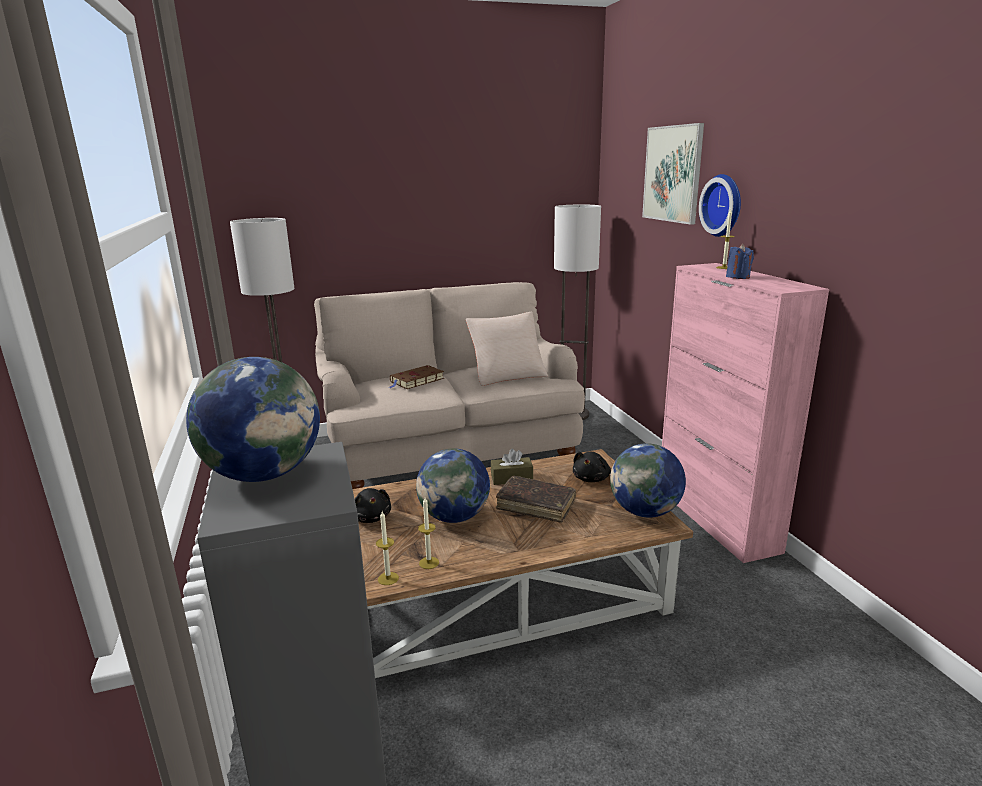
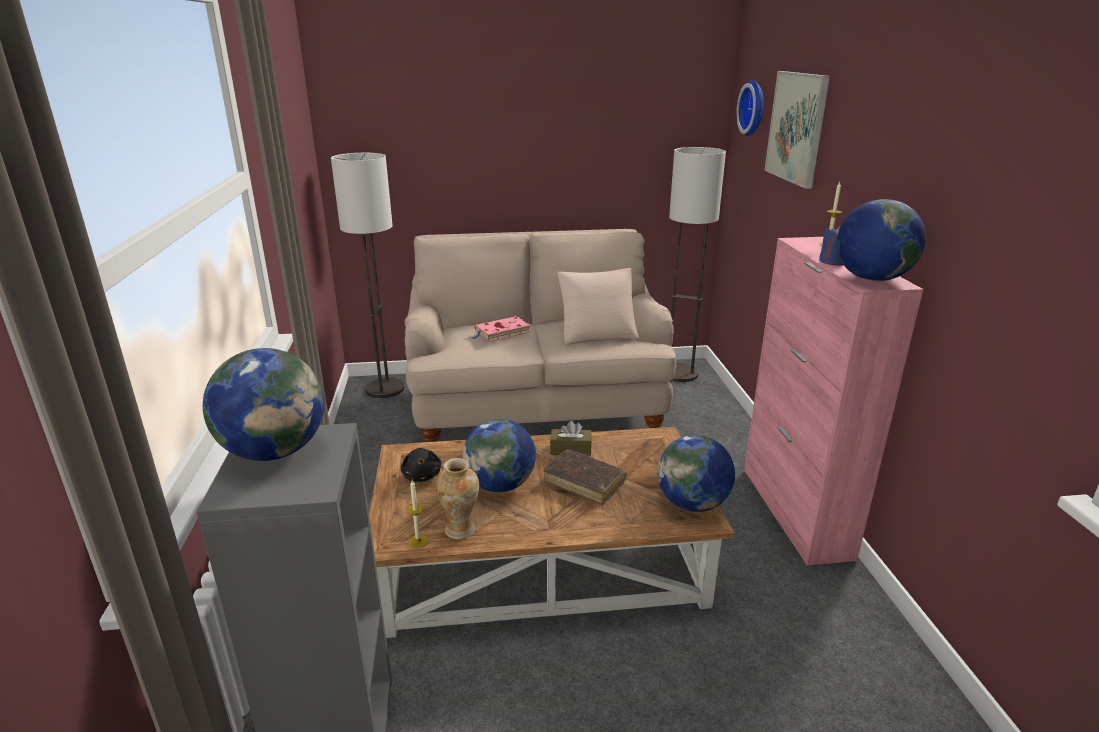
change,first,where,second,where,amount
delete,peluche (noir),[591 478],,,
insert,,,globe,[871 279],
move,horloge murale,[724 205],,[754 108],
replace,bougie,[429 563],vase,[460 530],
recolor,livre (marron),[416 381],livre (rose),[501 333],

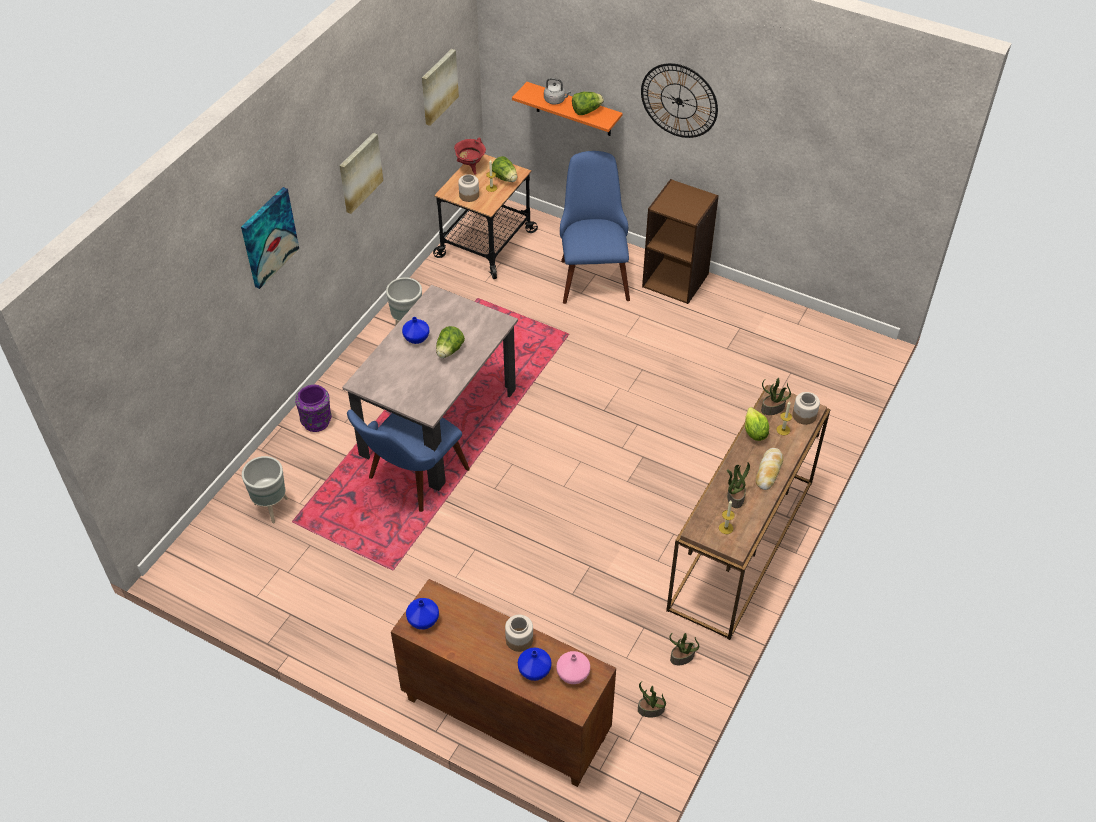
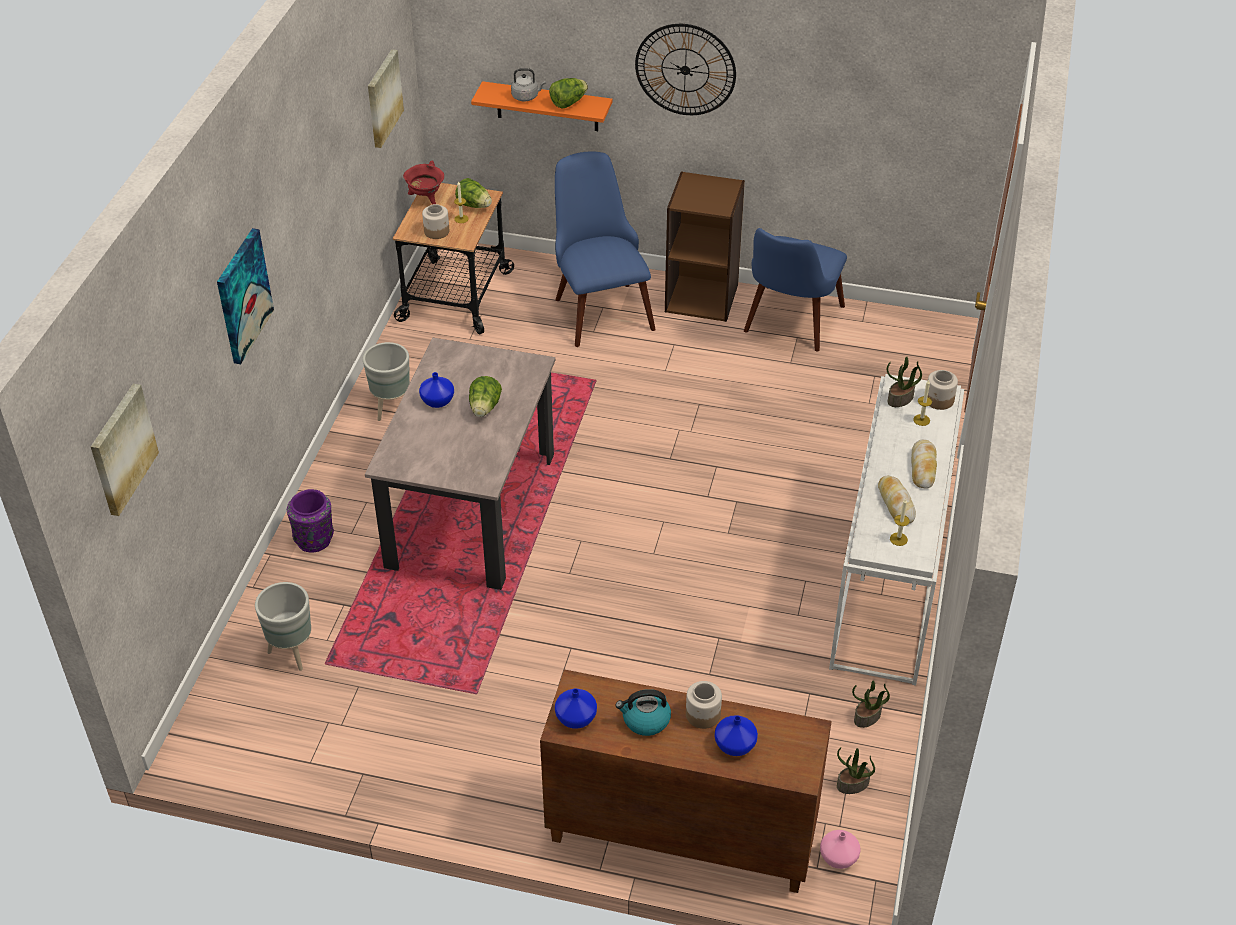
change,first,where,second,where,amount
delete,laitue,[754 432],,,
insert,,,bouilloire,[645 720],
move,tableau,[359 172],,[121 449],
move,chaise (bleu),[410 481],,[789 326],
move,vase (rose),[573 674],,[839 858],
replace,plante en pot,[735 497],pain,[895 503],
recolor,table console (marron),[742 546],table console (blanc),[891 578],

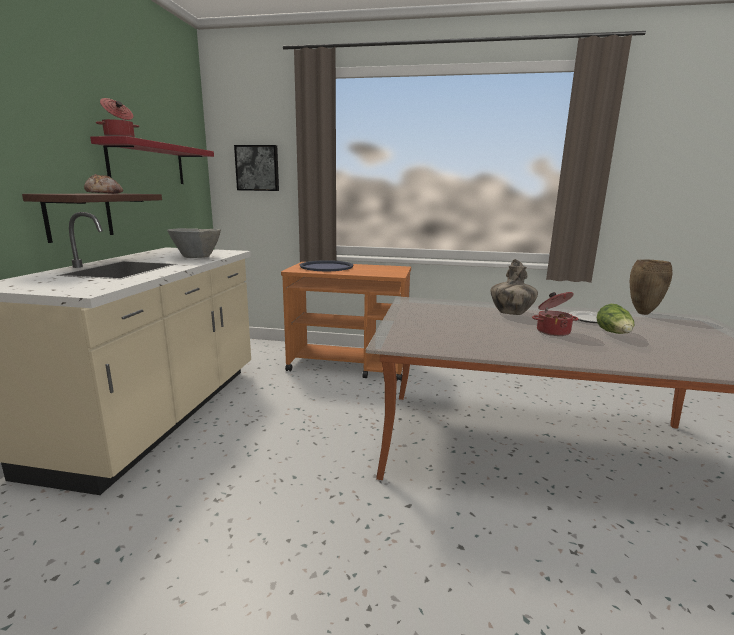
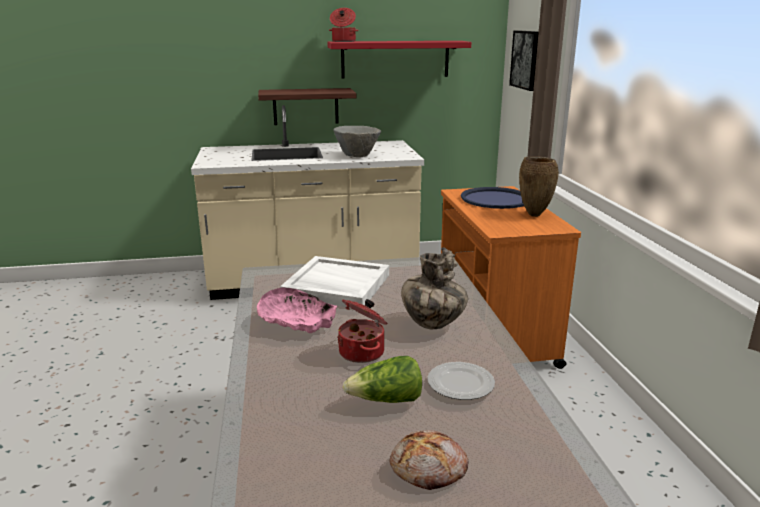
change,first,where,second,where,amount
insert,,,bol (rose),[296 322],
insert,,,plateau (blanc),[336 286],
move,pain,[105 193],,[429 469],
move,vase (marron),[642 313],,[535 215],

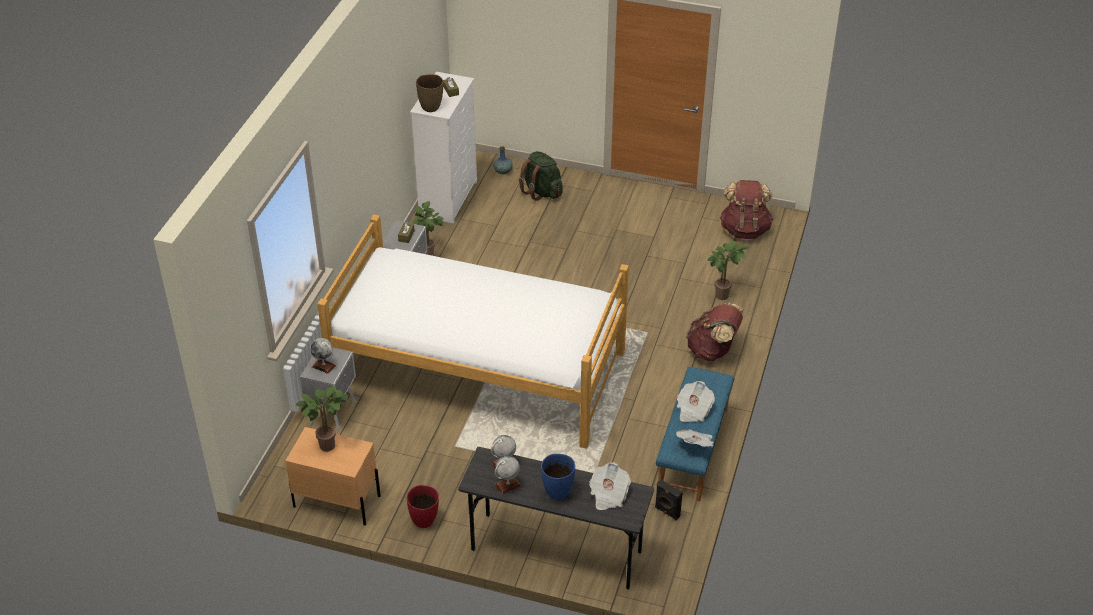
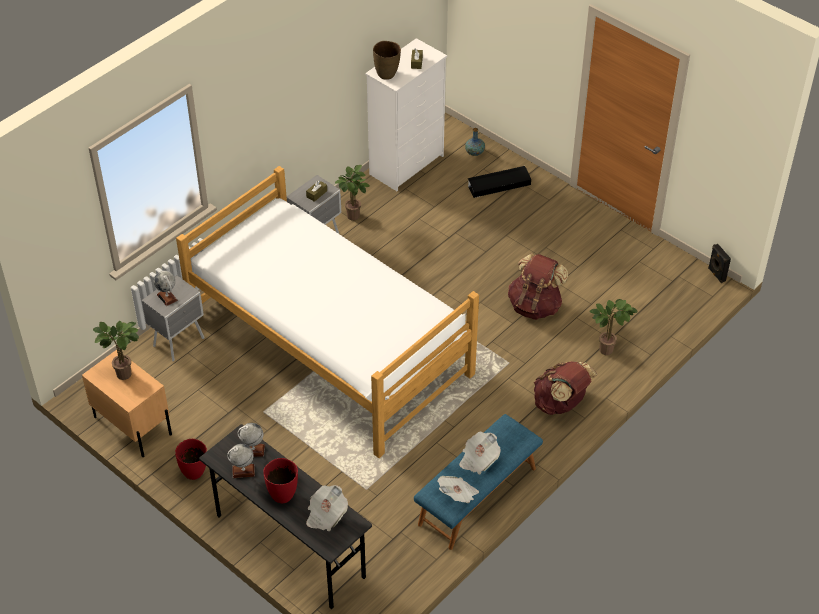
change,first,where,second,where,amount
move,enceinte (noir),[667 512],,[716 274],
move,sac à dos (marron),[744 229],,[535 306],
replace,sac à dos (vert),[541 192],boîte de rangement (noir),[498 185],
recolor,vase (bleu),[557 492],vase (rouge),[282 494],

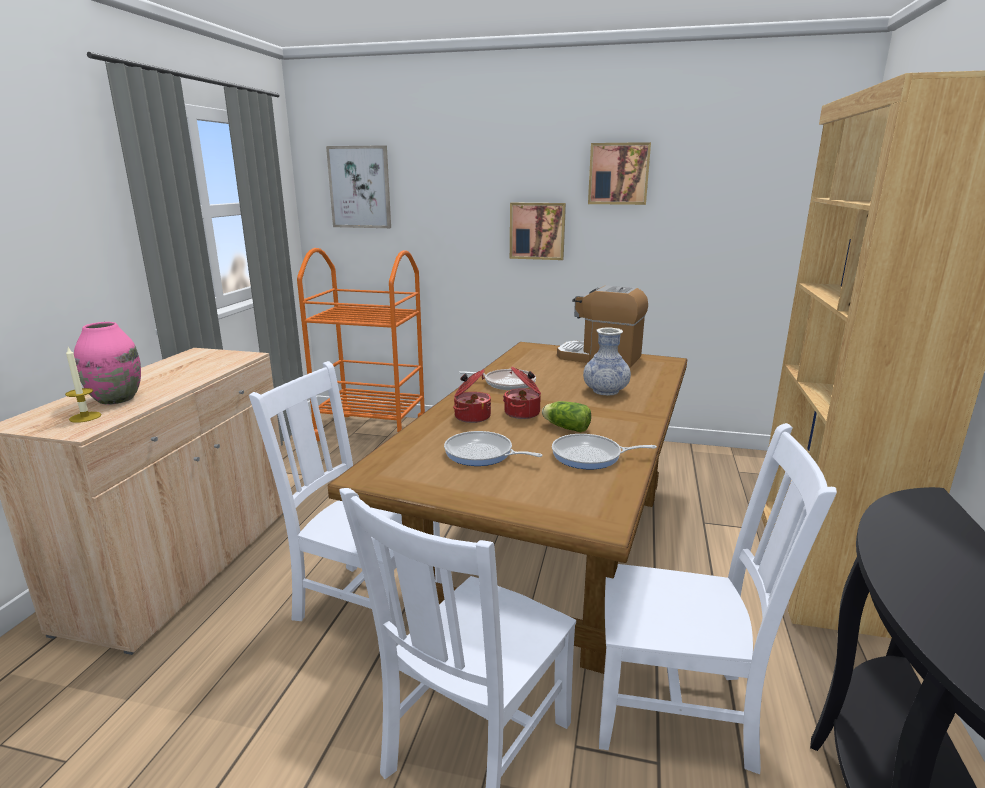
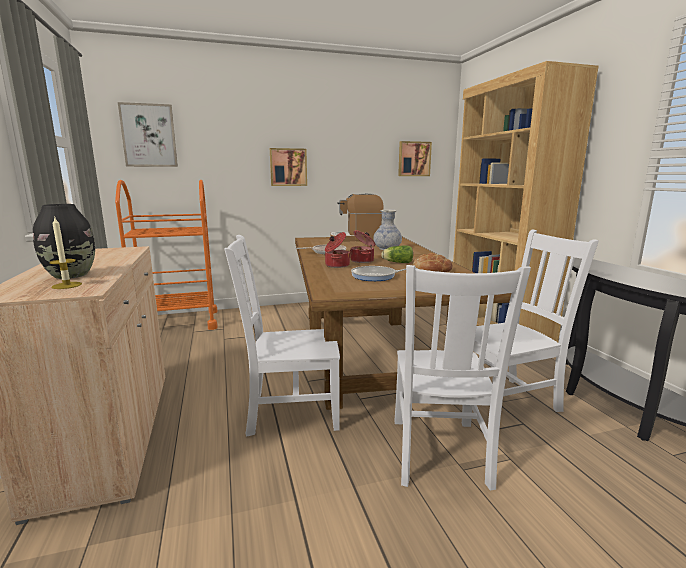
change,first,where,second,where,amount
move,tableau,[618 174],,[414 159],
replace,poêle,[590 456],pain,[432 269],
recolor,vase (rose),[116 399],vase (noir),[71 275],

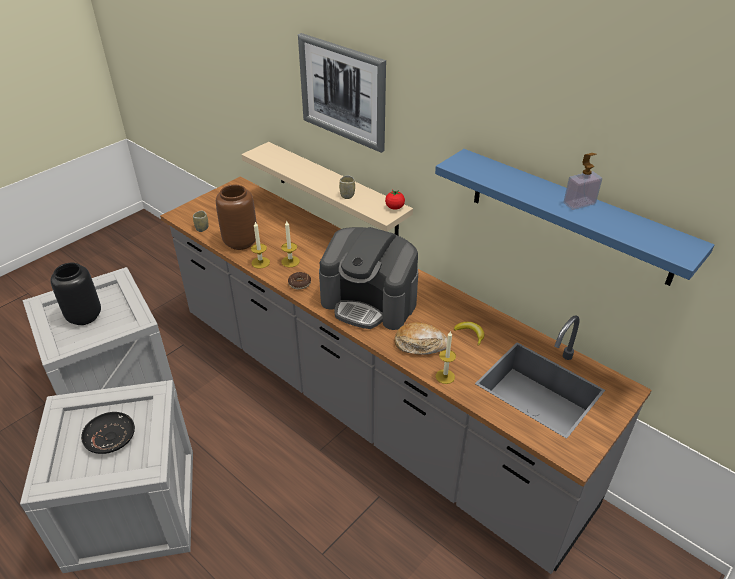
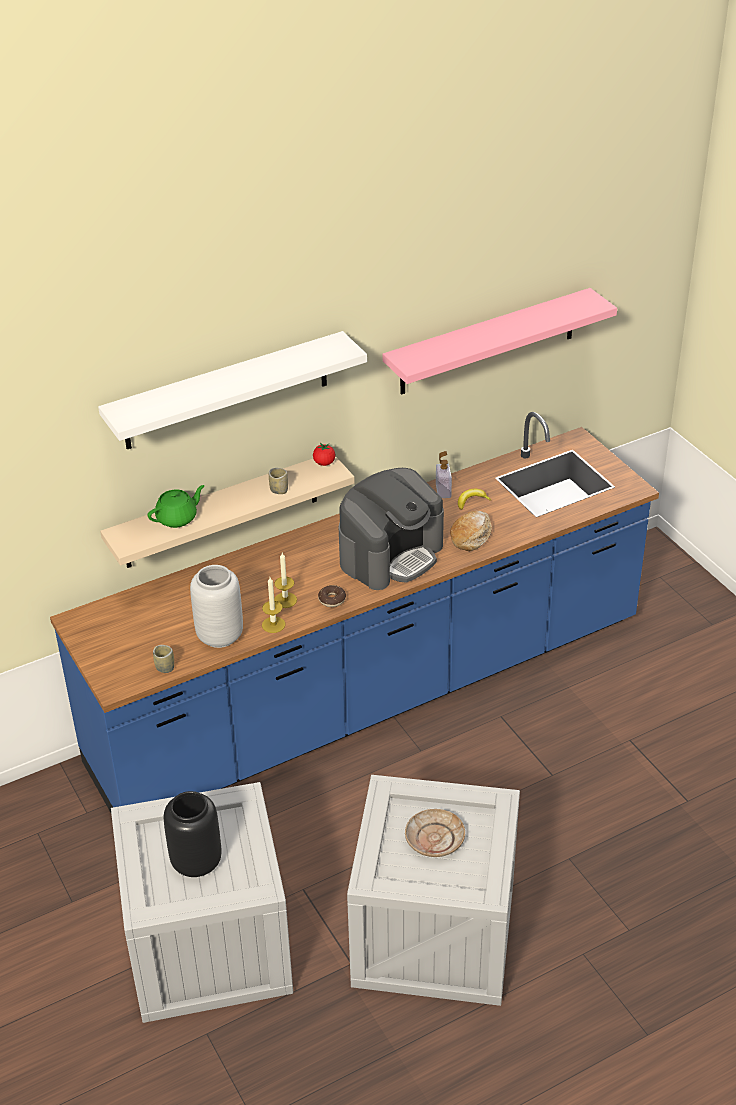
change,first,where,second,where,amount
delete,bougie,[445 376],,,
insert,,,théière (vert),[177 518],
move,distributeur de savon,[579 203],,[443 491],
replace,tableau,[343 92],étagère (blanc),[226 391],
recolor,assiette (noir),[110 437],assiette (beige),[434 839],
recolor,comptoir de cuisine (gris),[367 403],comptoir de cuisine (bleu),[370 695],
recolor,vase (marron),[241 242],vase (gris),[220 635],
recolor,étagère (bleu),[570 216],étagère (rose),[488 342],

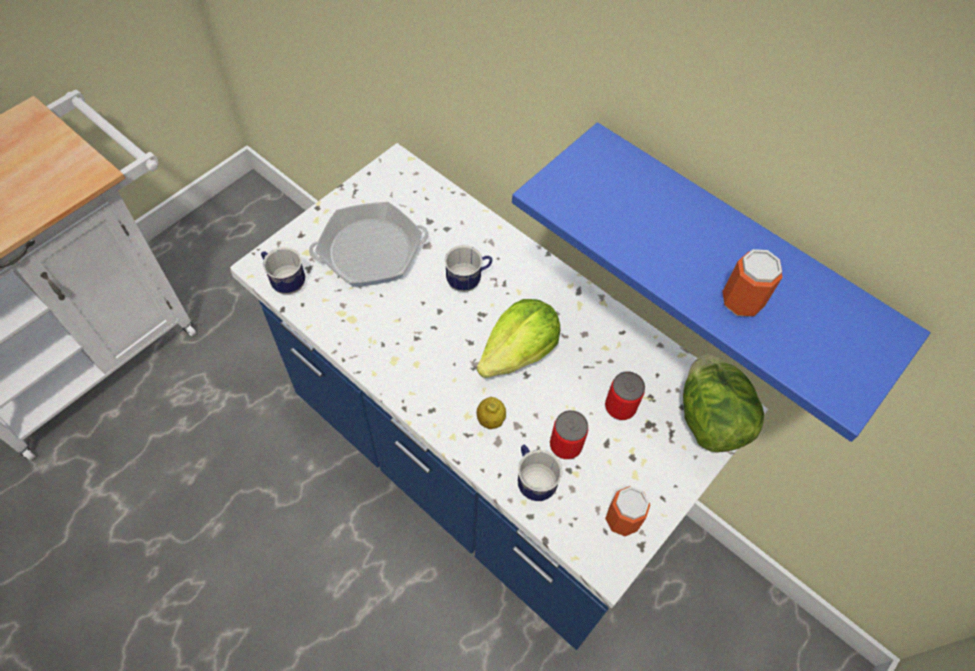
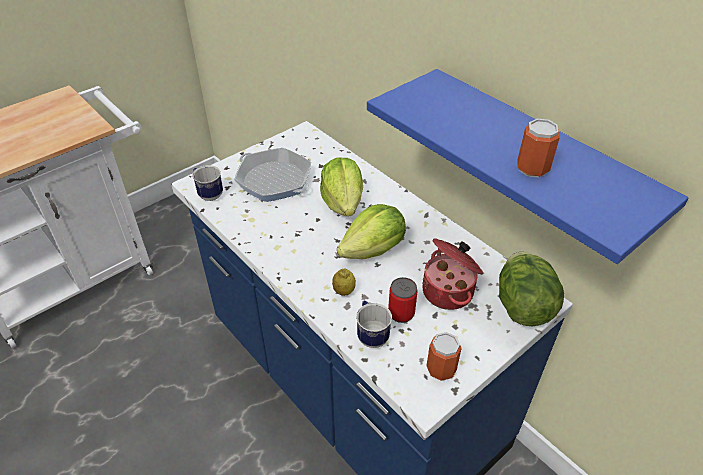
change,first,where,second,where,amount
replace,mug,[468 281],laitue,[343 202],
replace,boîte métallique,[620 407],marmite,[449 291],
rotate,poêle,[370 251],,[274 180],45 degrees clockwise

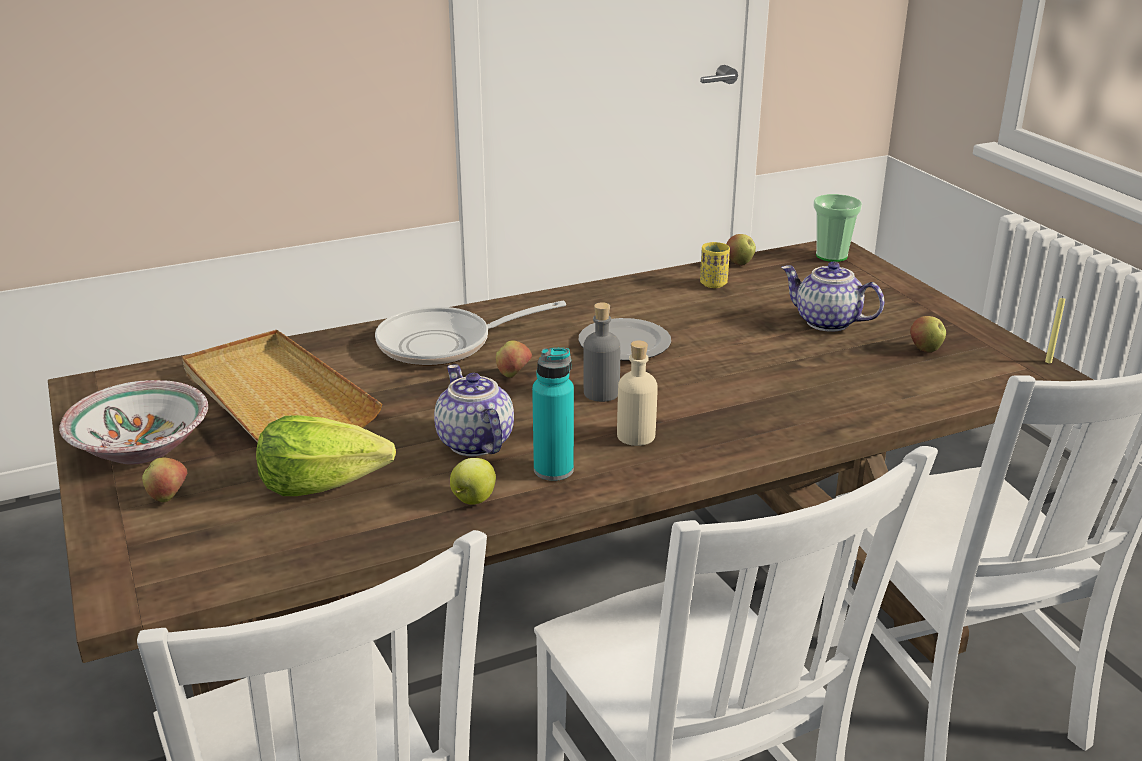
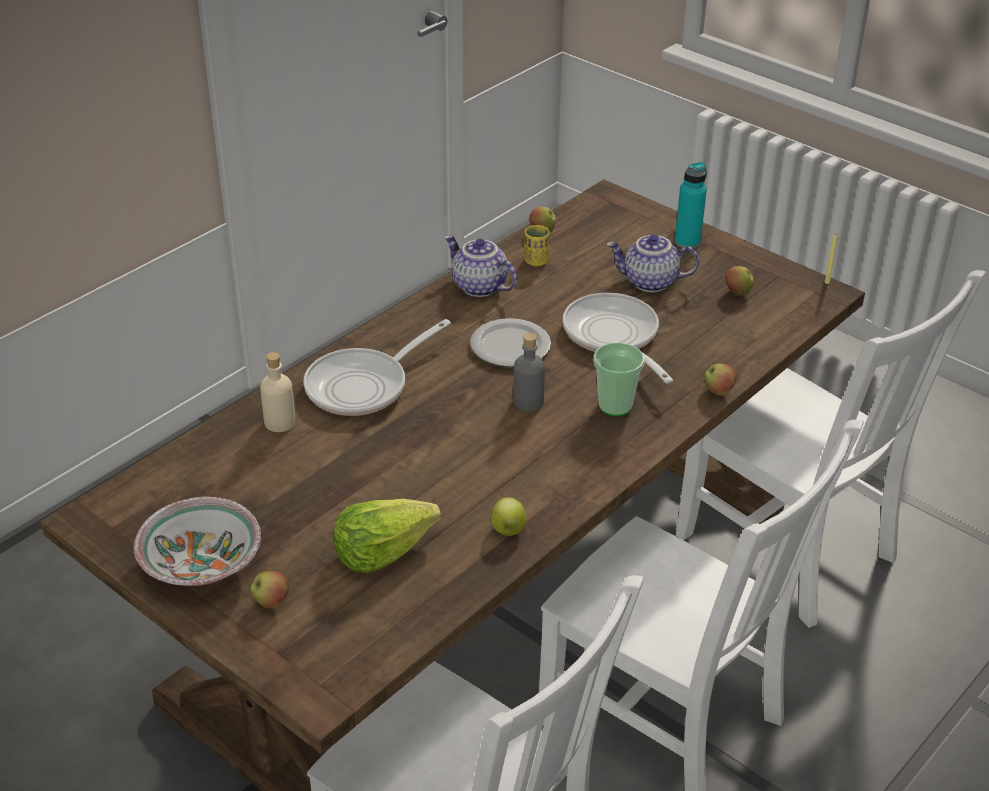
change,first,where,second,where,amount
delete,plateau (beige),[276 397],,,
insert,,,poêle,[614 337],
move,théière,[473 443],,[478 287],
move,pomme,[514 375],,[718 391],
move,bouteille (turquoise),[553 470],,[687 242],
move,bouteille (beige),[636 436],,[280 422],
move,tasse,[831 255],,[615 406],

